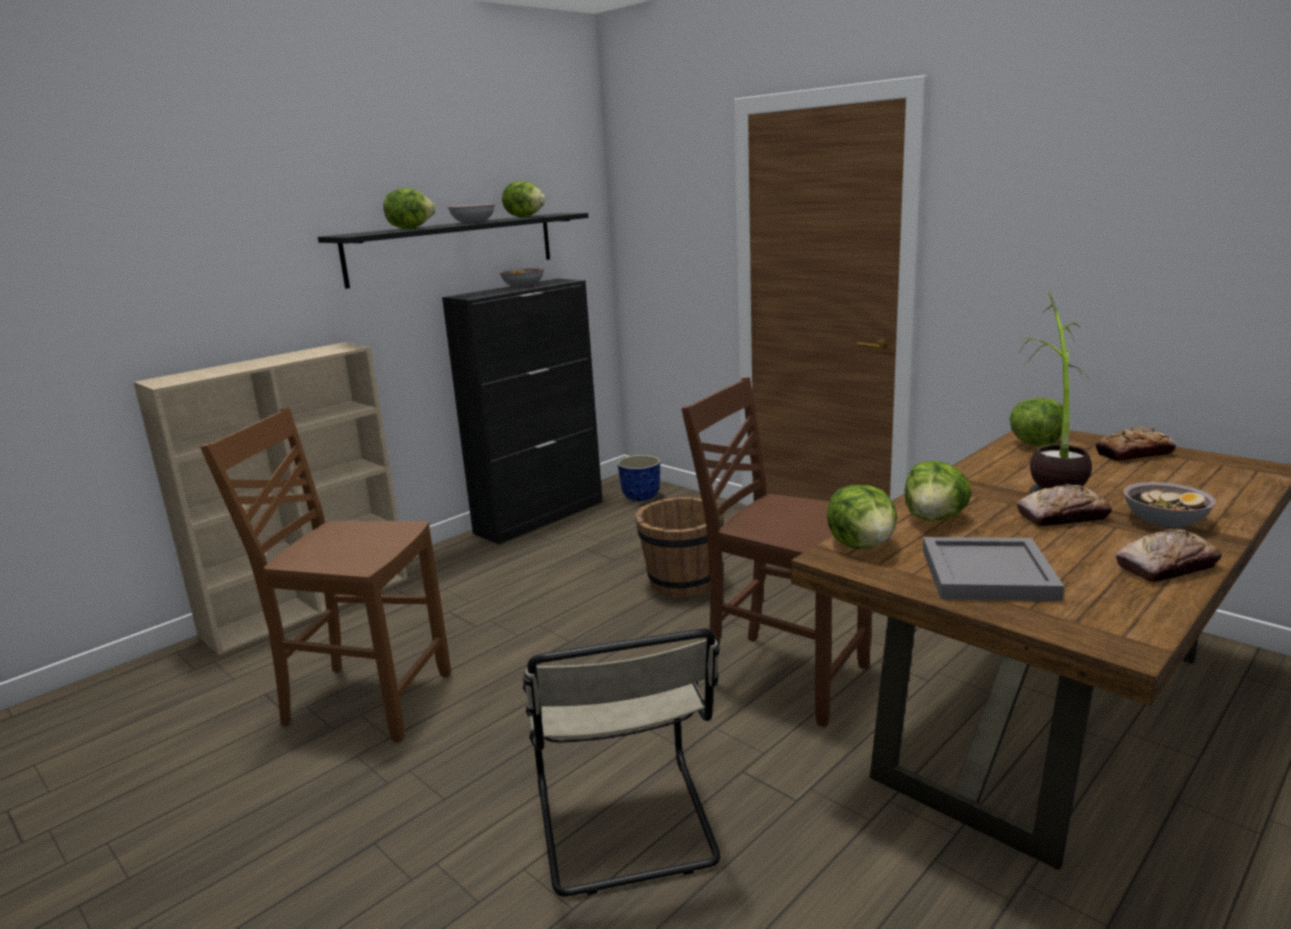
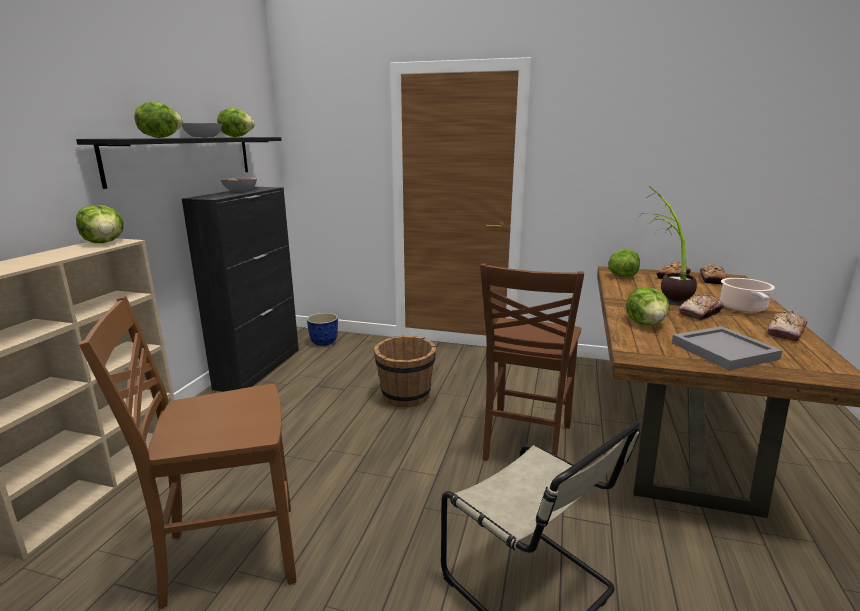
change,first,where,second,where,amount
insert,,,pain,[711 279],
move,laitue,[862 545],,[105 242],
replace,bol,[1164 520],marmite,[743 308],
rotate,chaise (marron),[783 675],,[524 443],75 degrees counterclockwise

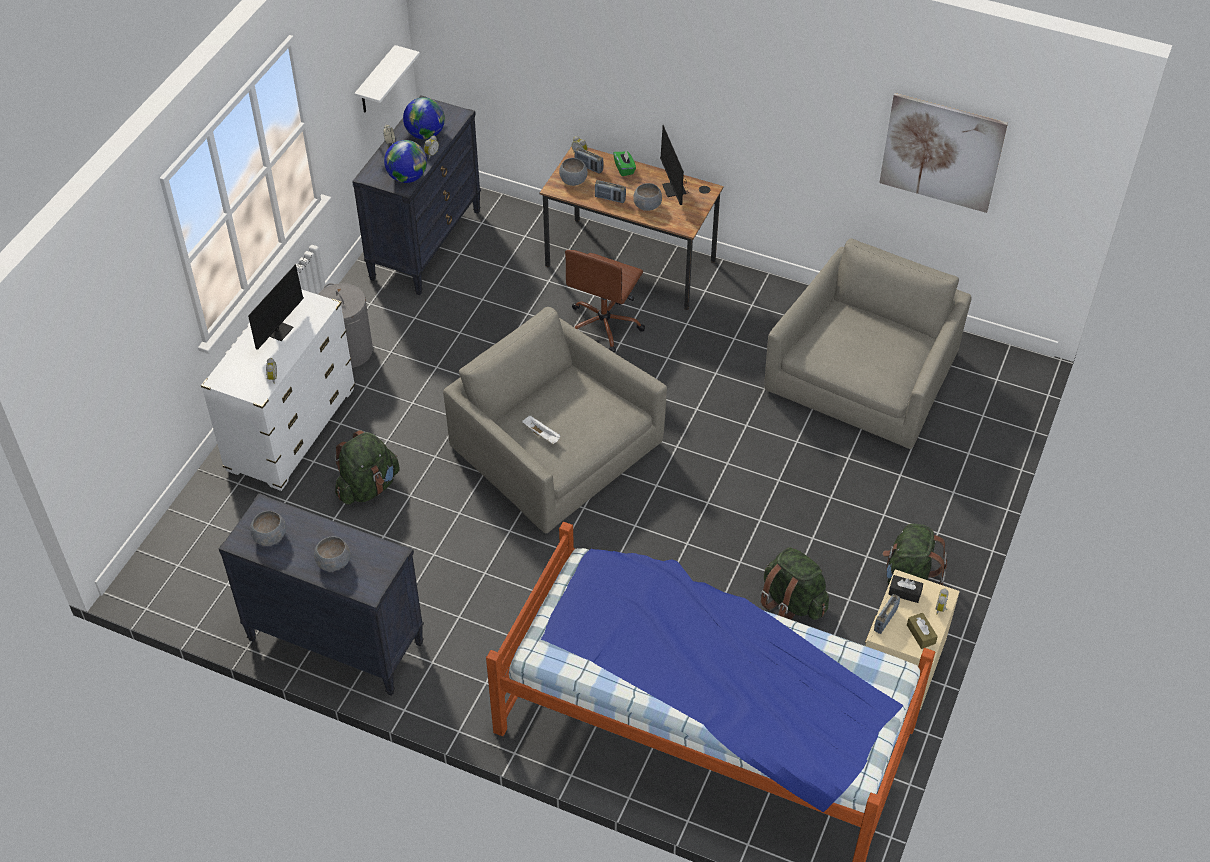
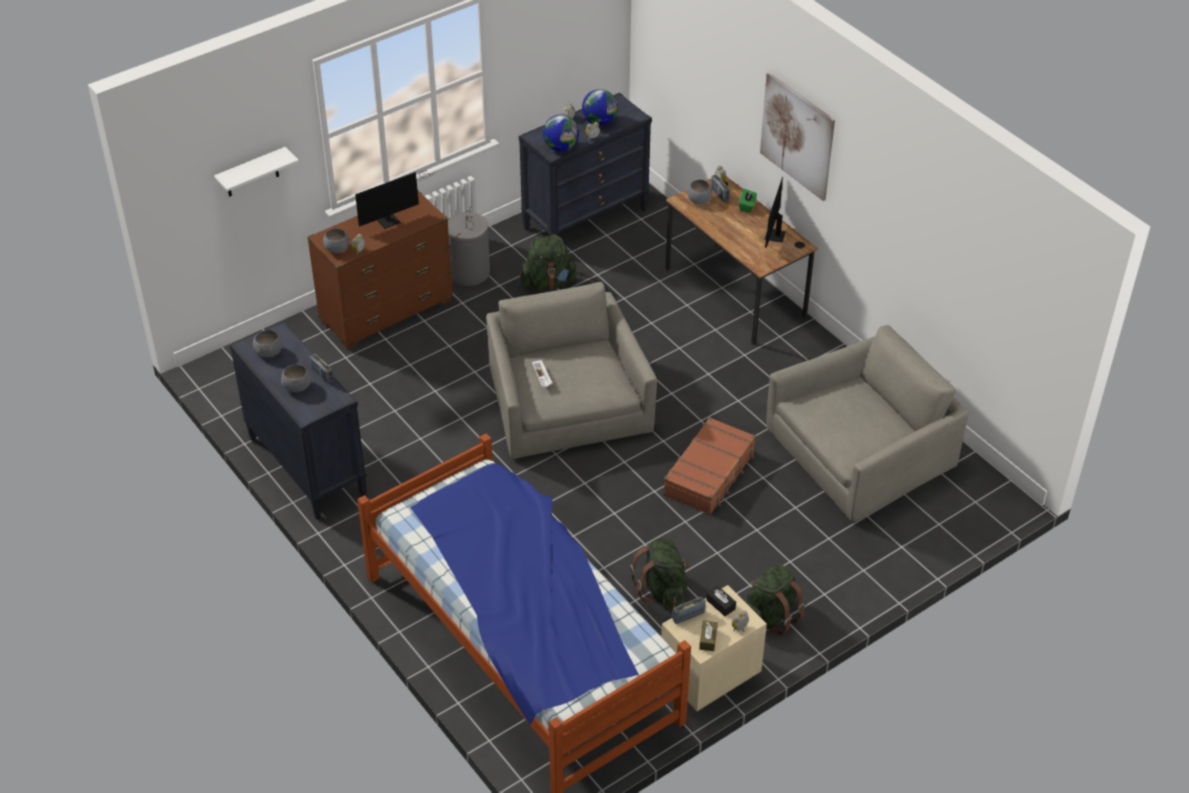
change,first,where,second,where,amount
delete,chaise de bureau (marron),[604 325],,,
insert,,,valise (marron),[710 474],
move,sac à dos (vert),[368 487],,[548 282],
move,étagère (blanc),[376 82],,[251 173],
move,radio,[610 198],,[322 375],
move,bol (gris),[647 205],,[337 248],
move,tableau,[942 152],,[797 136],
recolor,commode (blanc),[291 430],commode (marron),[386 311],

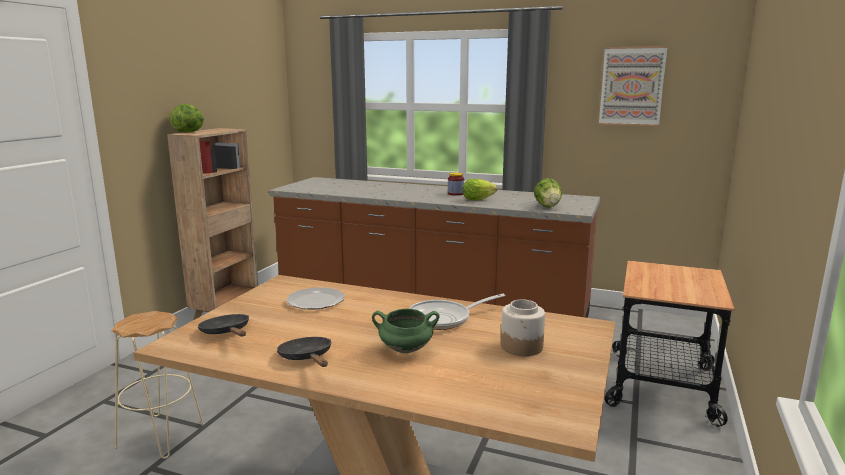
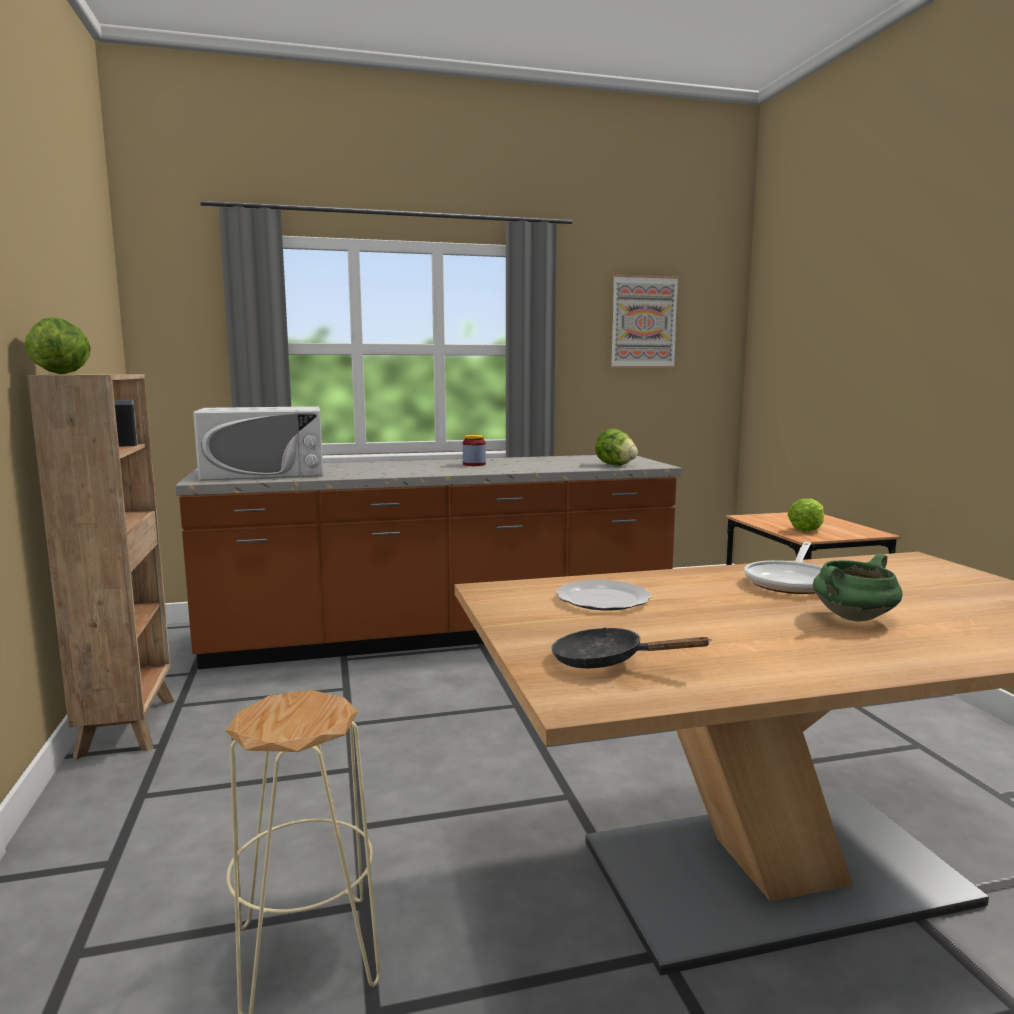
change,first,where,second,where,amount
delete,poêle (noir),[307 358],,,
delete,bocal,[522 346],,,
insert,,,micro-ondes (blanc),[264 473],
move,laitue,[477 199],,[806 529],

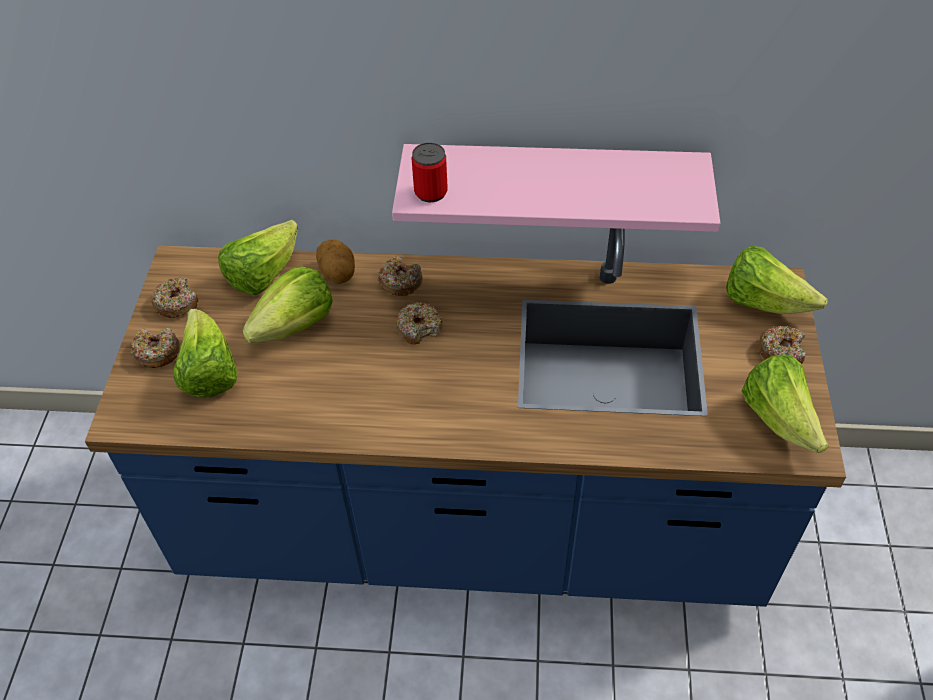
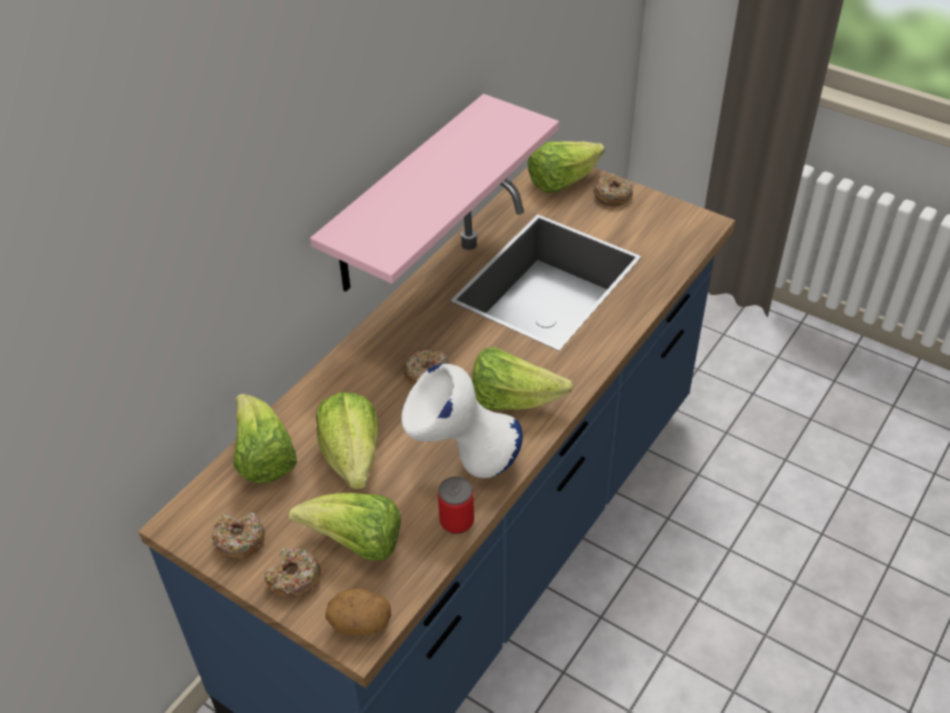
change,first,where,second,where,amount
delete,beignet,[400 282],,,
insert,,,vase (blanc),[463 464],
move,pomme de terre,[338 273],,[361 623],
move,boîte métallique,[431 192],,[457 521],
move,laitue,[779 419],,[512 400],

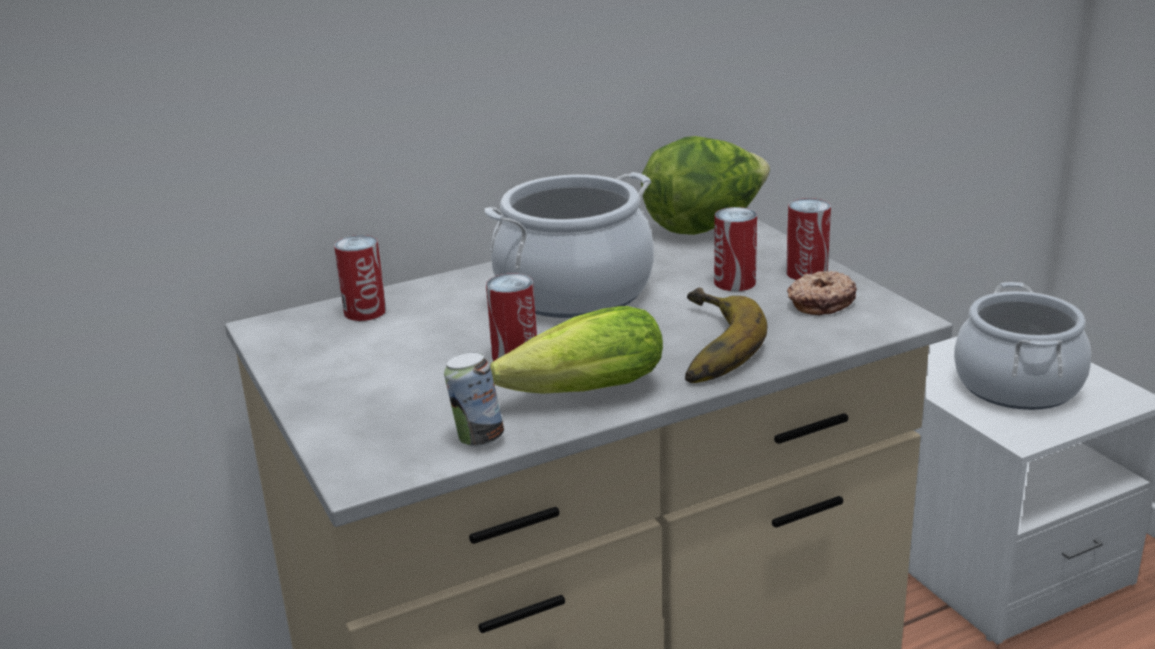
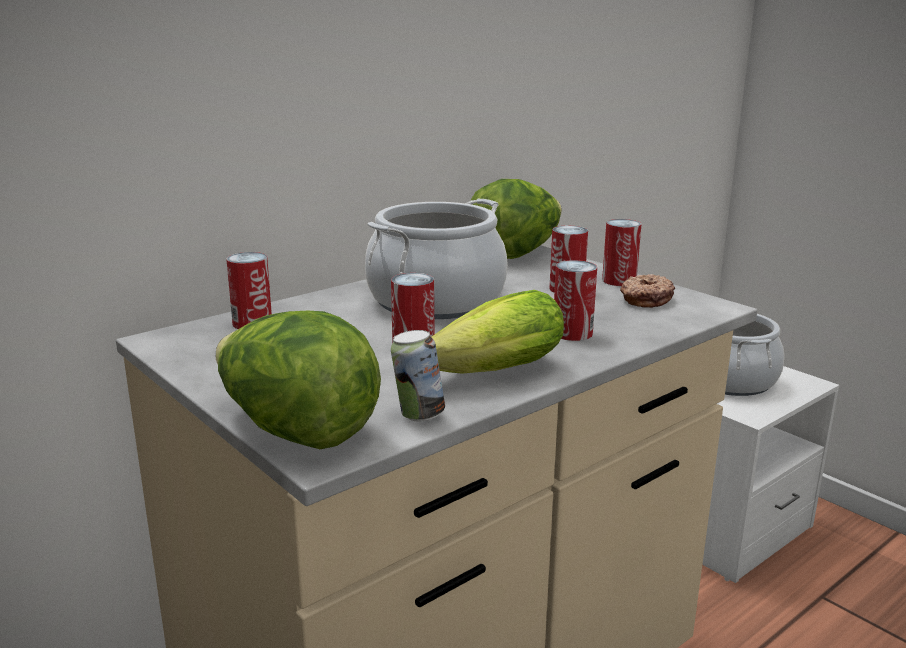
change,first,where,second,where,amount
insert,,,laitue,[296 432],
replace,banane,[702 346],boîte métallique,[572 333],

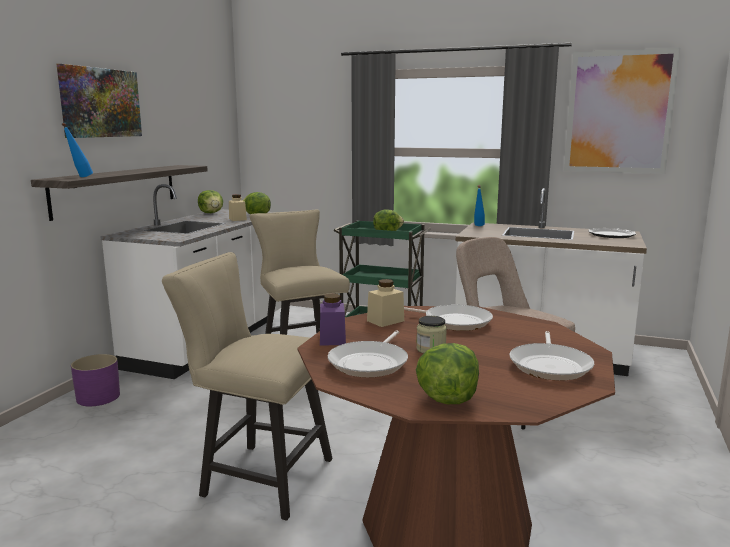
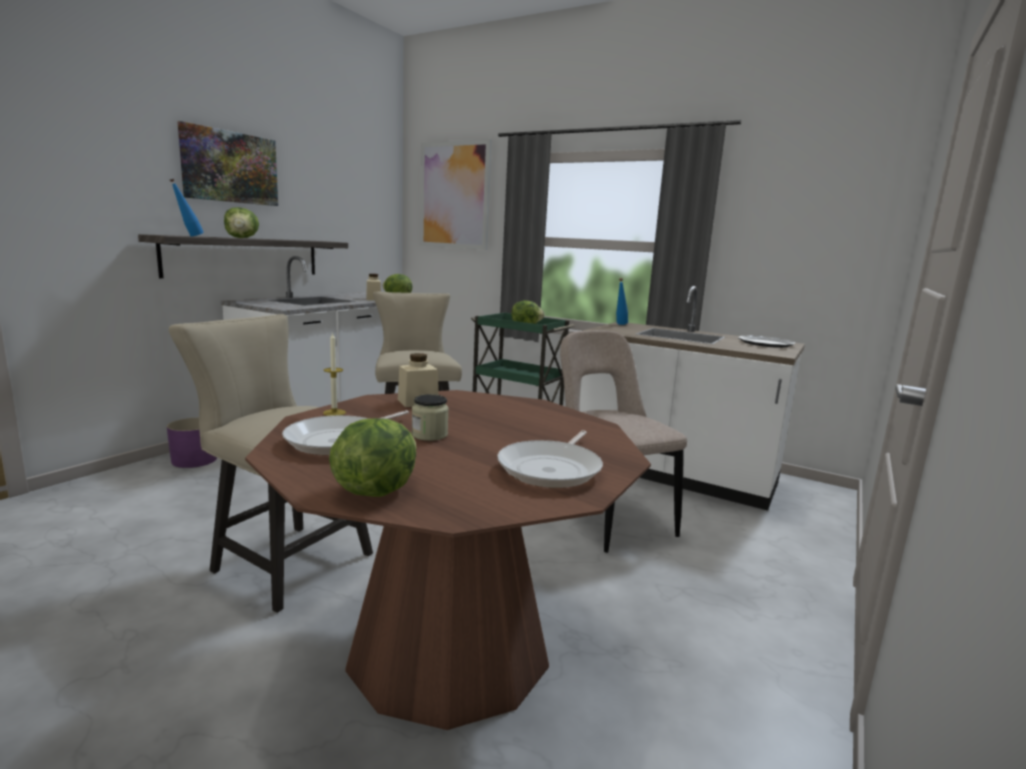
change,first,where,second,where,amount
delete,poêle,[454 321],,,
move,laitue,[211 213],,[242 238],
move,tableau,[619 112],,[454 195],
replace,bocal (violet),[332 339],bougie,[334 413],

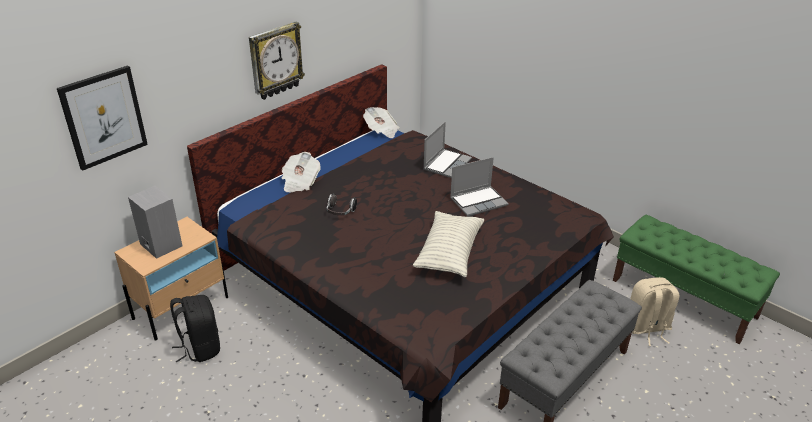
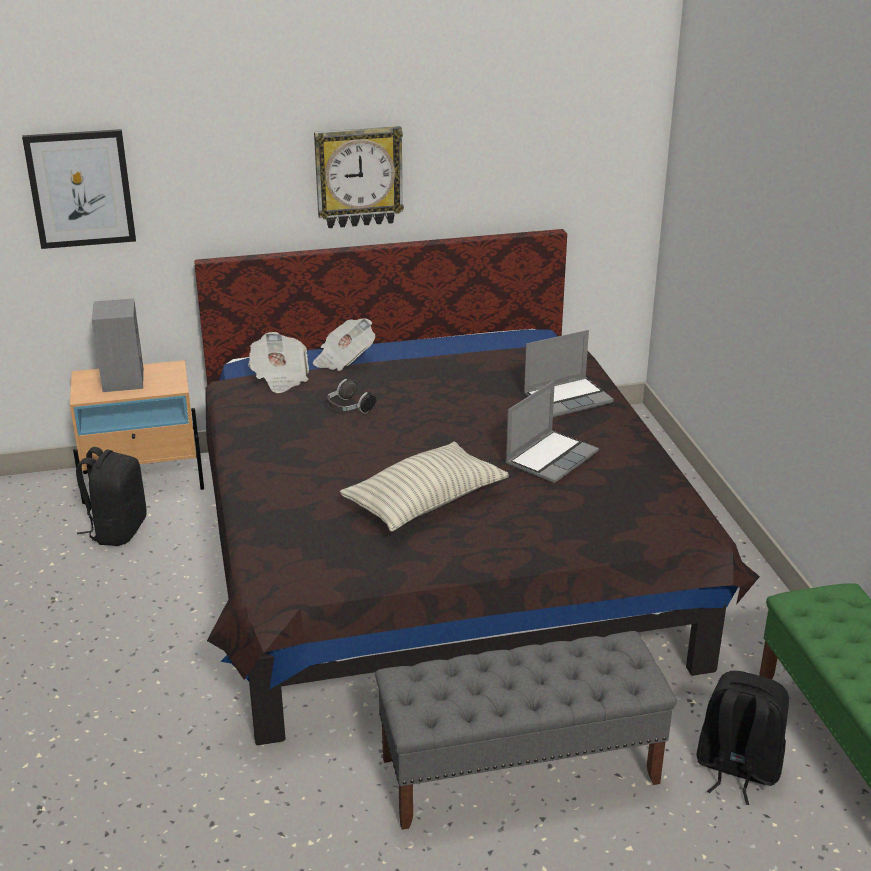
change,first,where,second,where,amount
move,journal,[381 131],,[280 378],
recolor,sac à dos (beige),[647 328],sac à dos (noir),[736 769],
rotate,ordinateur portable,[479 201],,[551 458],60 degrees counterclockwise

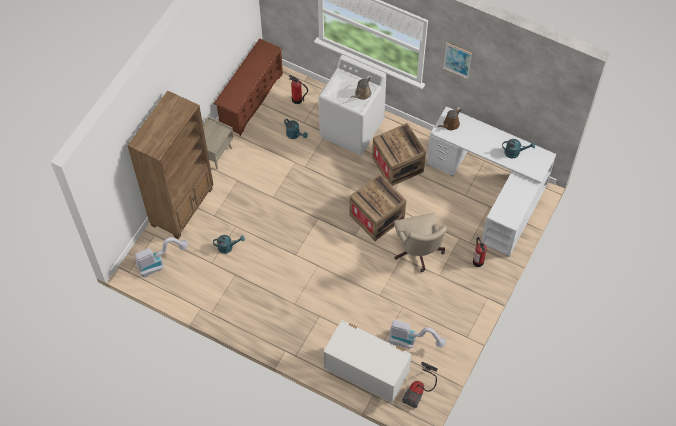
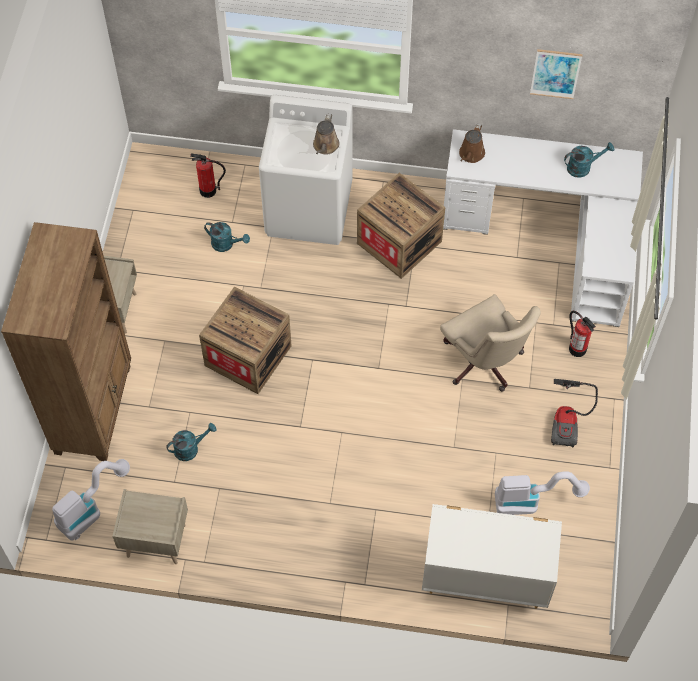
change,first,where,second,where,amount
delete,étagère à chaussures (marron),[250 99],,,
insert,,,table de chevet (beige),[155 541],
move,caisse,[376 217],,[248 356],
move,aspirateur,[419 390],,[567 420],
move,tableau,[457 60],,[555 74],

